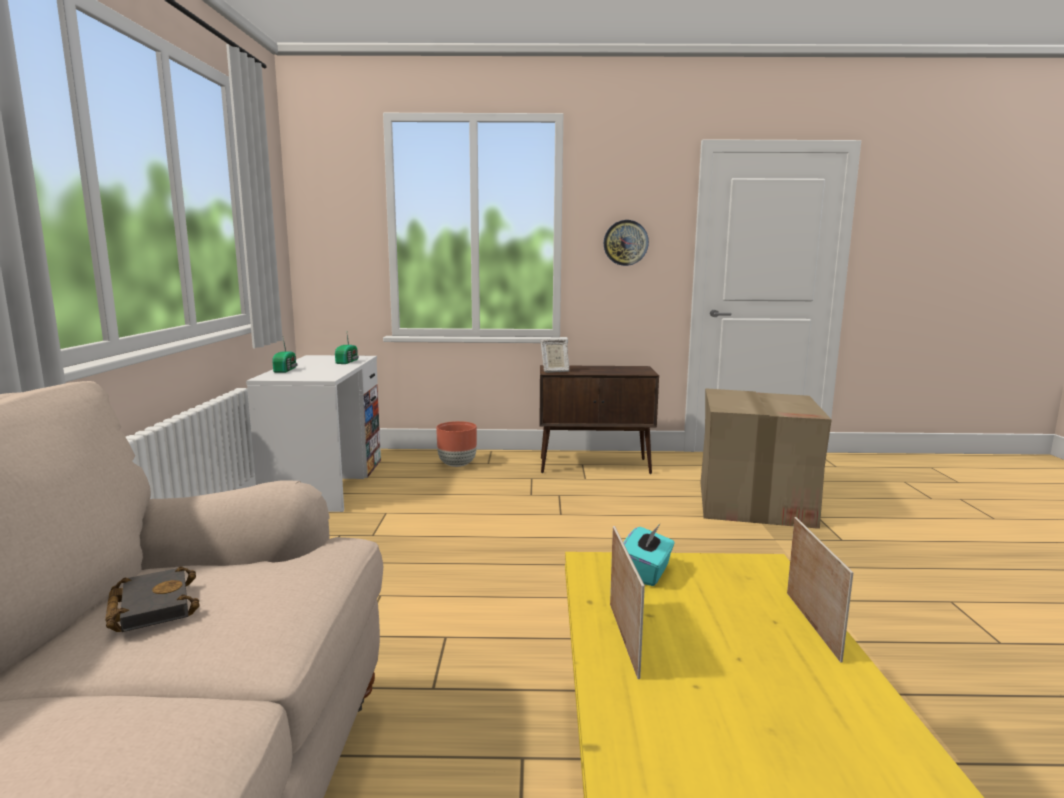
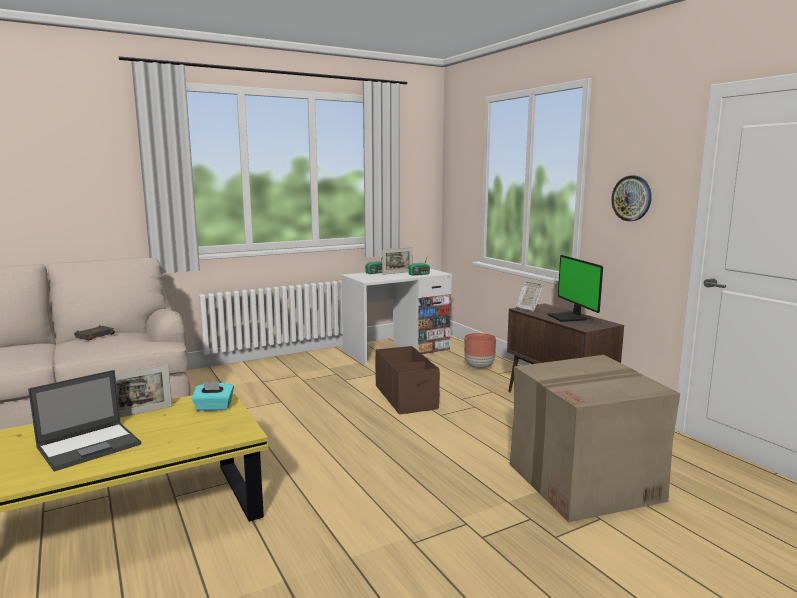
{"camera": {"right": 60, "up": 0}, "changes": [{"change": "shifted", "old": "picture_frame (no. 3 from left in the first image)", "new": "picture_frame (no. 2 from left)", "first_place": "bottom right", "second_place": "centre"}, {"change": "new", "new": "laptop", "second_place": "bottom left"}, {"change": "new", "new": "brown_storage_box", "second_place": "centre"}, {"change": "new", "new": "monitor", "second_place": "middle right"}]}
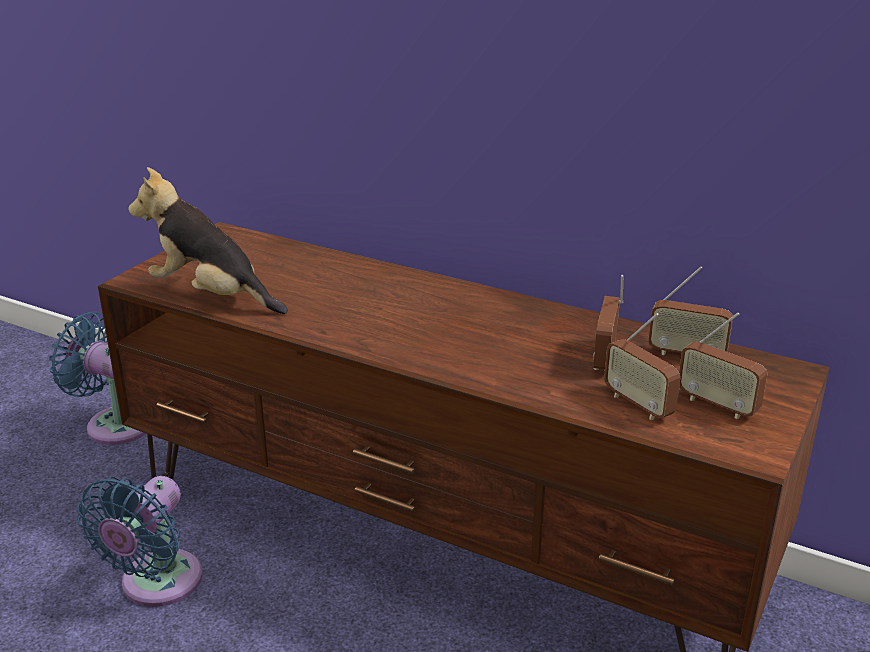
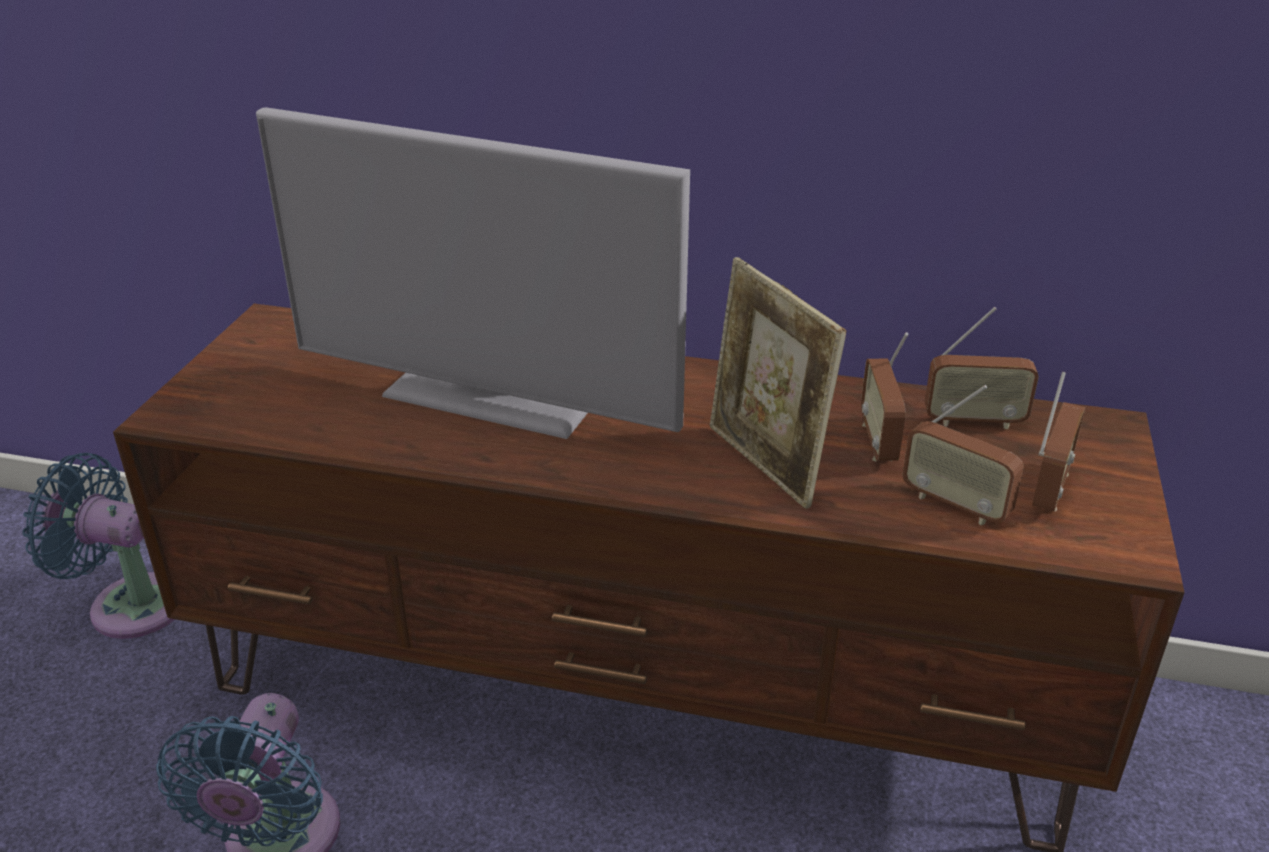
{"camera": {"right": -15, "up": 5}, "changes": [{"change": "gone", "old": "plush_toy", "first_place": "middle left"}, {"change": "rotated", "old": "radio (no. 4 from left)", "first_place": "middle right", "second_place": "middle right", "degrees": -90}, {"change": "new", "new": "television", "second_place": "top centre"}, {"change": "new", "new": "picture_frame", "second_place": "centre"}]}
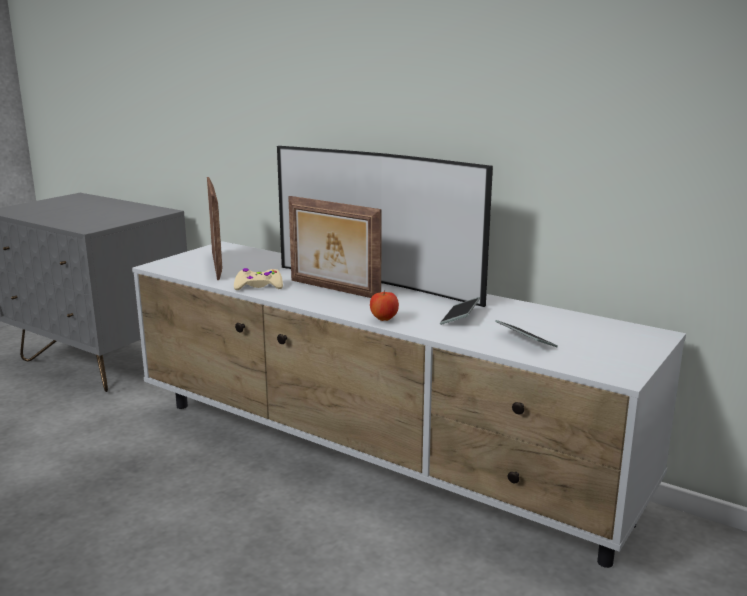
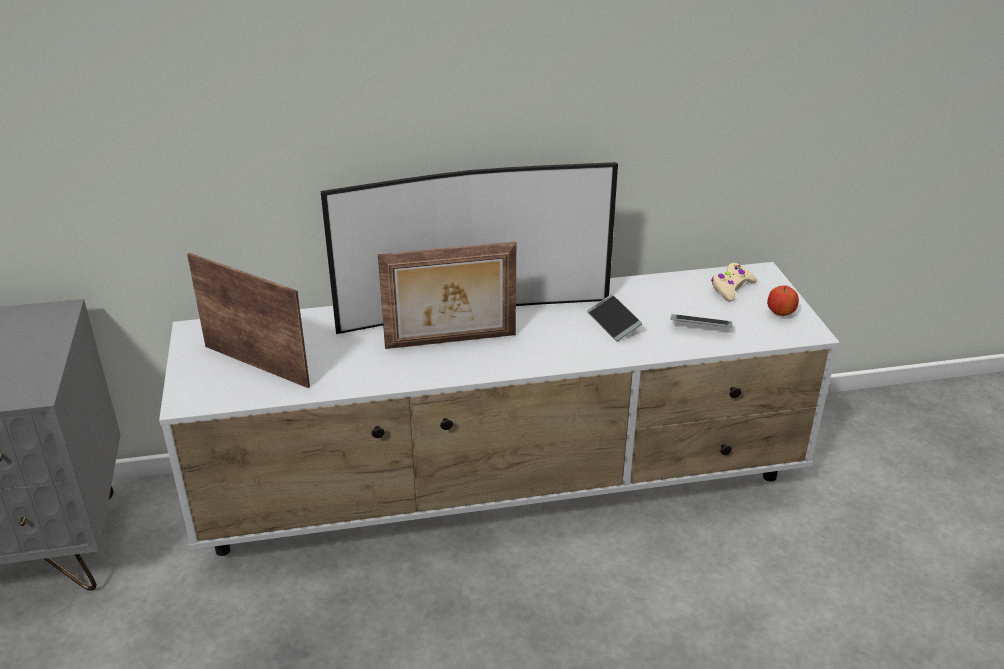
{"camera": {"right": -45, "up": 15}, "changes": [{"change": "shifted", "old": "beige_game_controller", "first_place": "centre", "second_place": "middle right"}, {"change": "shifted", "old": "apple", "first_place": "centre", "second_place": "middle right"}]}
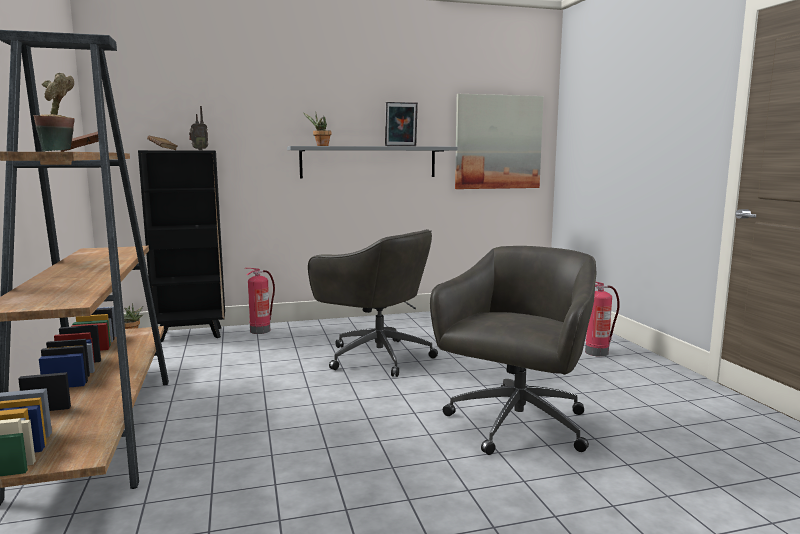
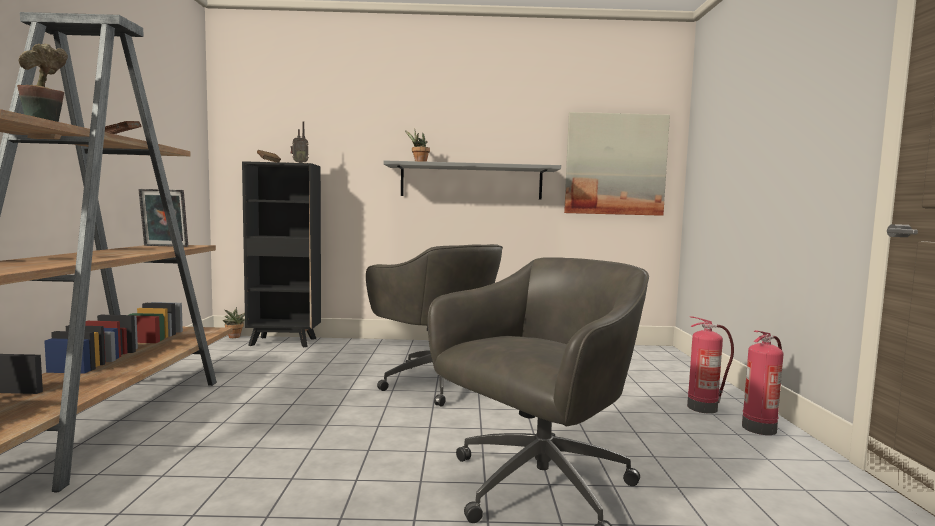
{"camera": {"right": 15, "up": -5}, "changes": [{"change": "shifted", "old": "fire_extinguisher (no. 1 from left in the first image)", "new": "fire_extinguisher (no. 2 from left)", "first_place": "middle left", "second_place": "bottom right"}, {"change": "shifted", "old": "picture_frame", "first_place": "top centre", "second_place": "middle left"}]}
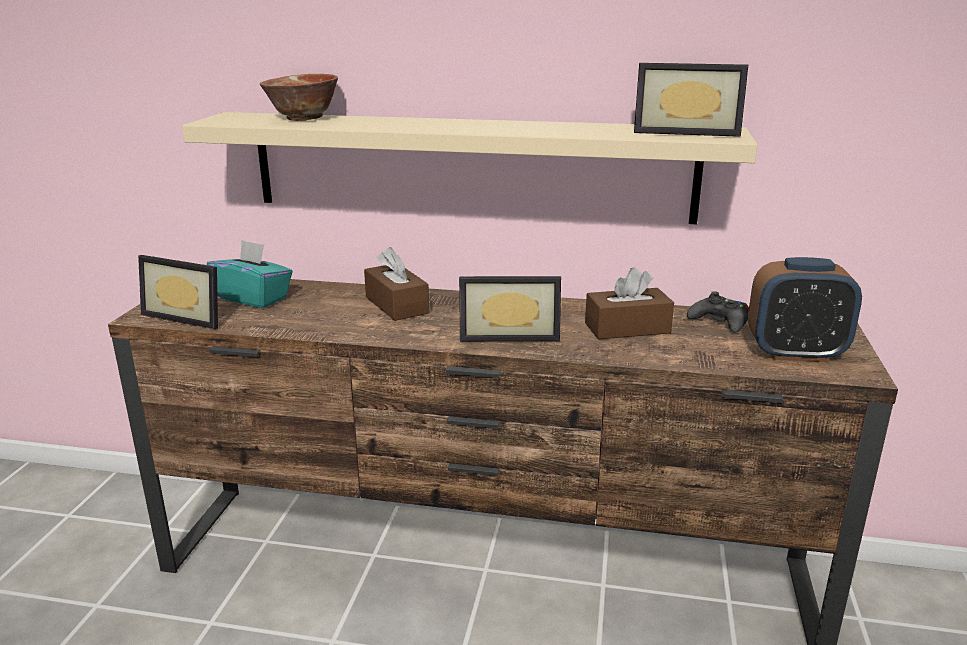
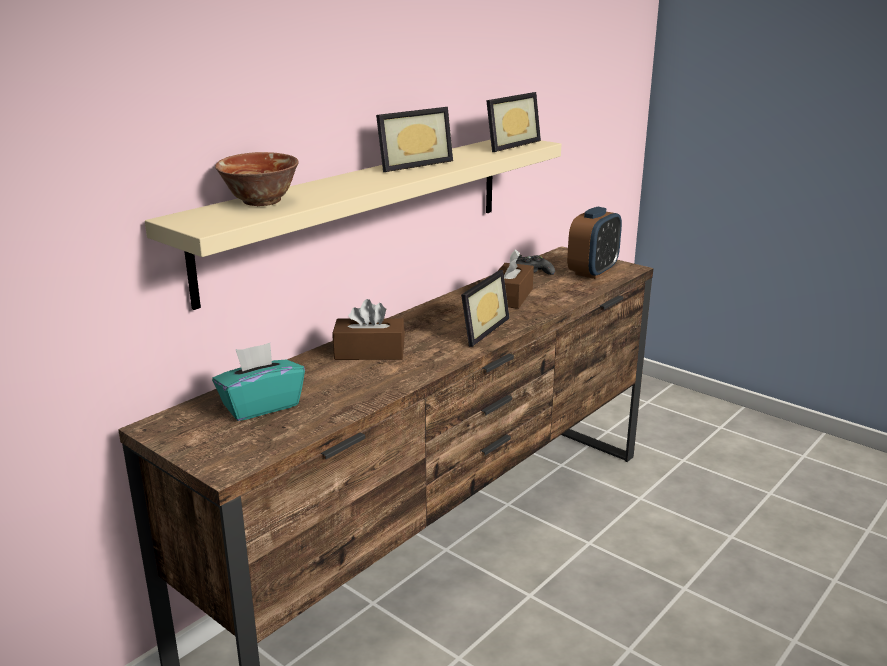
{"camera": {"right": -60, "up": 0}, "changes": [{"change": "shifted", "old": "picture_frame (no. 1 from left)", "first_place": "middle left", "second_place": "top centre"}]}
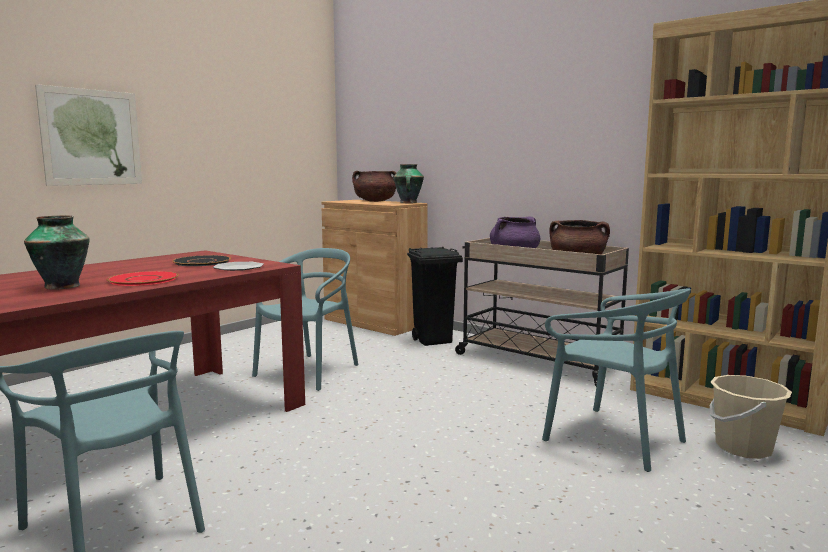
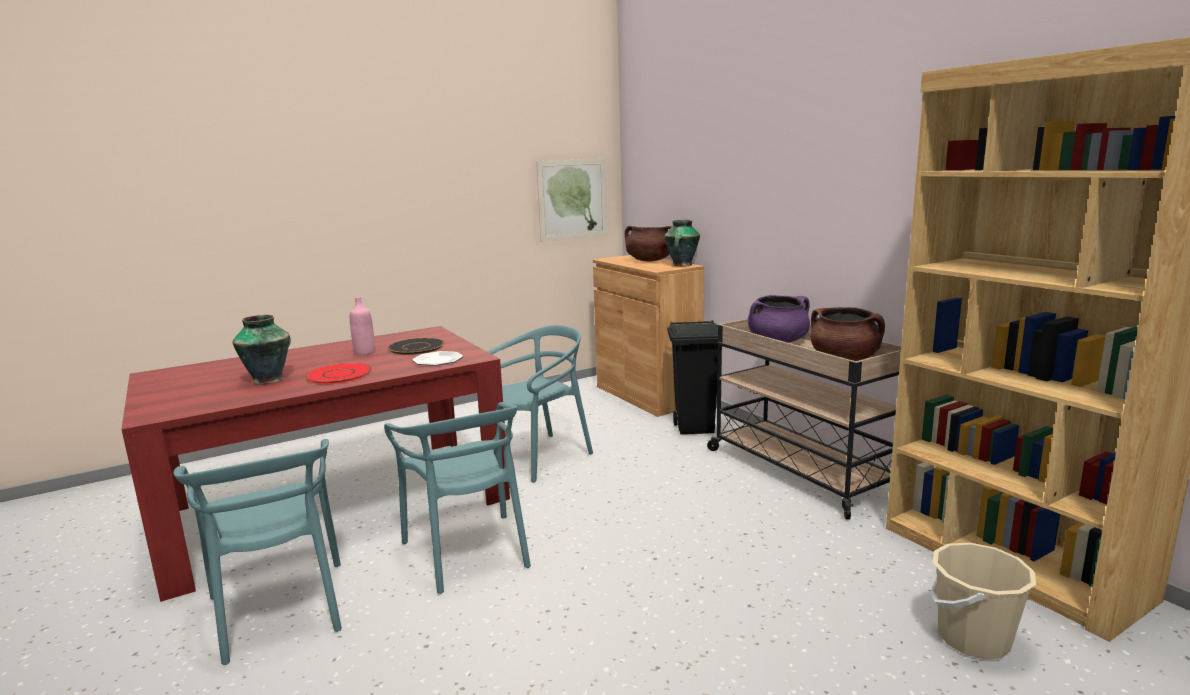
{"camera": {"right": 20, "up": 5}, "changes": [{"change": "shifted", "old": "picture", "first_place": "top left", "second_place": "top centre"}, {"change": "shifted", "old": "turquoise_chair (no. 3 from left in the first image)", "new": "turquoise_chair (no. 2 from left)", "first_place": "bottom right", "second_place": "bottom centre"}, {"change": "new", "new": "pink_bottle", "second_place": "middle left"}]}
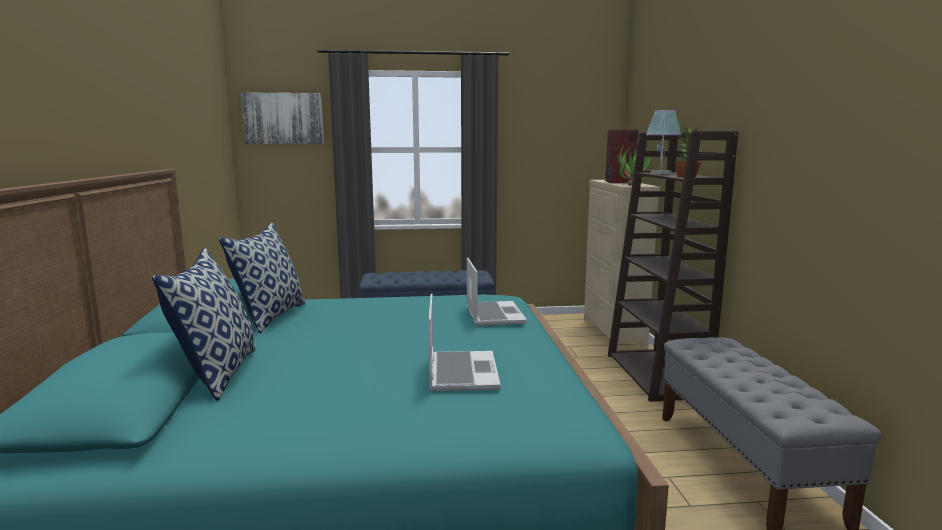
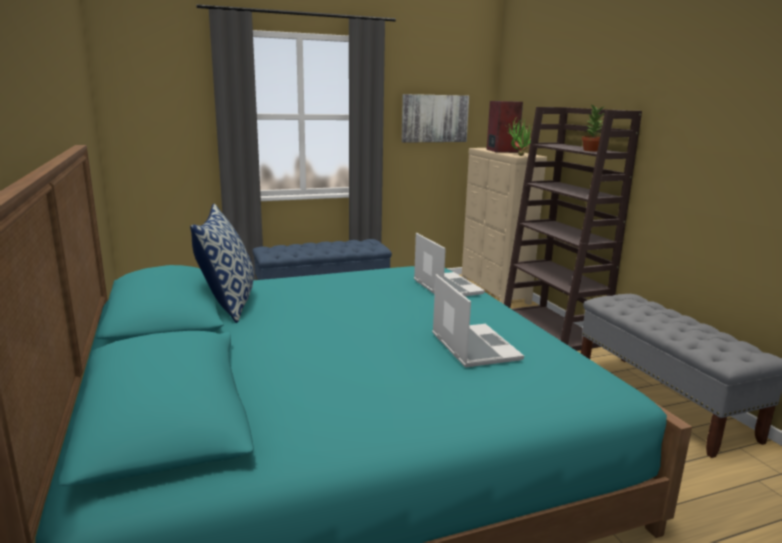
{"camera": {"right": -15, "up": 5}, "changes": [{"change": "gone", "old": "pillow (no. 1 from left)", "first_place": "middle left"}, {"change": "shifted", "old": "picture", "first_place": "top left", "second_place": "top centre"}, {"change": "gone", "old": "table_lamp", "first_place": "top right"}]}
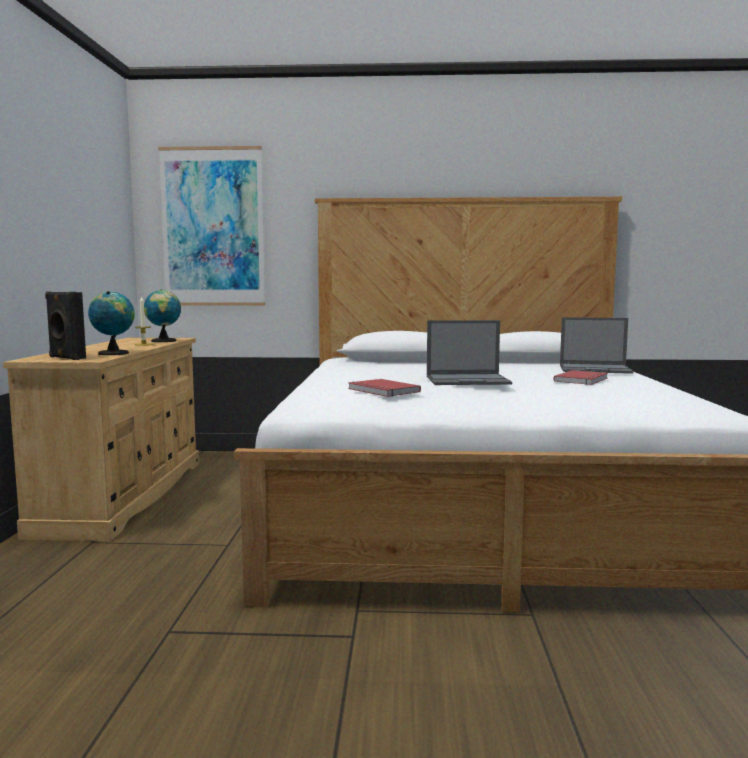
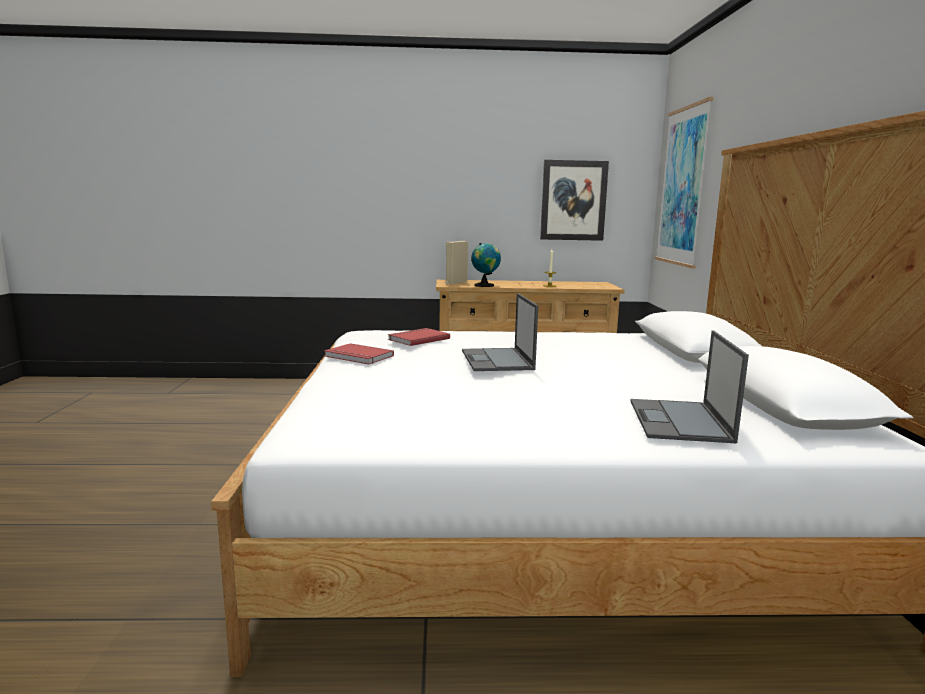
{"camera": {"right": 85, "up": 5}, "changes": [{"change": "repainted", "old": "black_speaker", "new": "beige_speaker", "first_place": "middle left", "second_place": "centre"}, {"change": "gone", "old": "globe (no. 2 from left)", "first_place": "middle left"}, {"change": "shifted", "old": "red_book (no. 2 from left in the first image)", "new": "red_book (no. 1 from left)", "first_place": "middle right", "second_place": "centre"}, {"change": "new", "new": "picture (no. 1 from left)", "second_place": "top centre"}]}
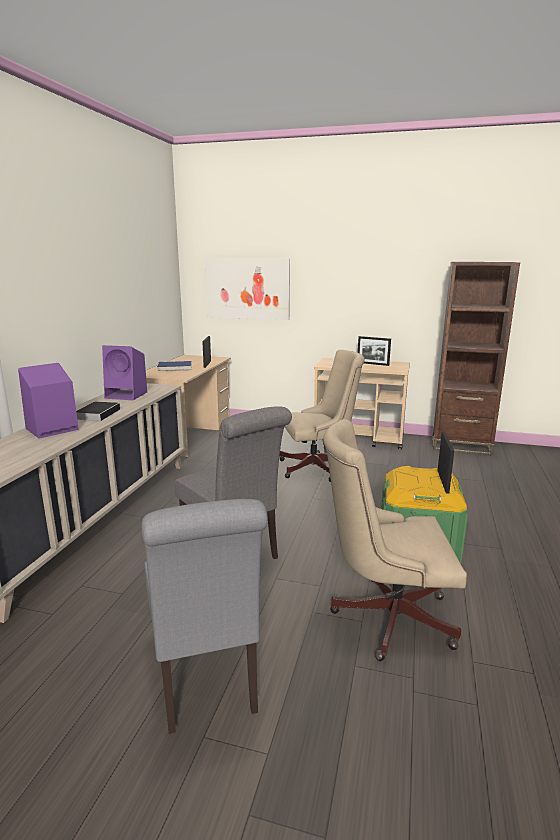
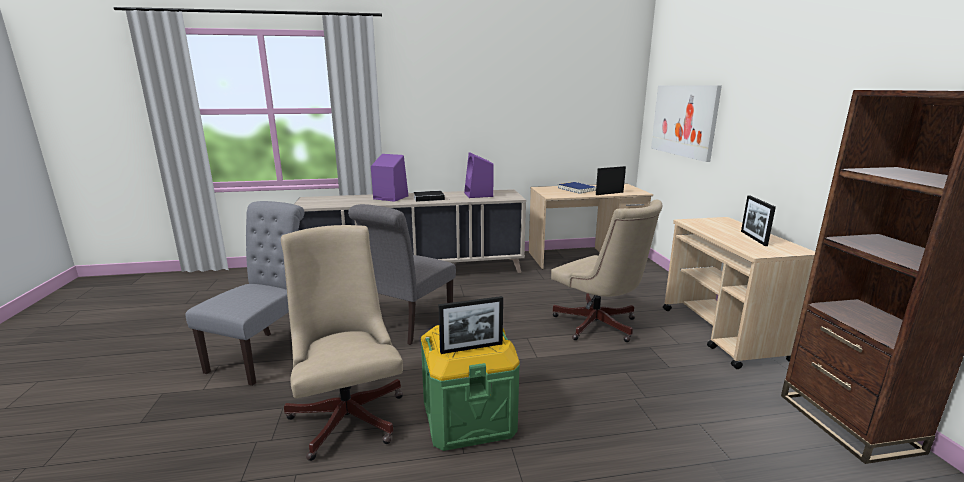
{"camera": {"right": 65, "up": 0}, "changes": [{"change": "rotated", "old": "grey_chair (no. 1 from left)", "first_place": "bottom centre", "second_place": "middle left", "degrees": 150}]}
